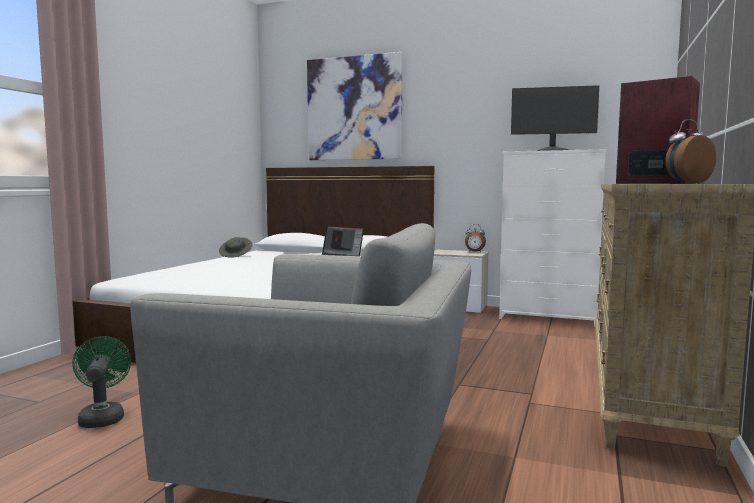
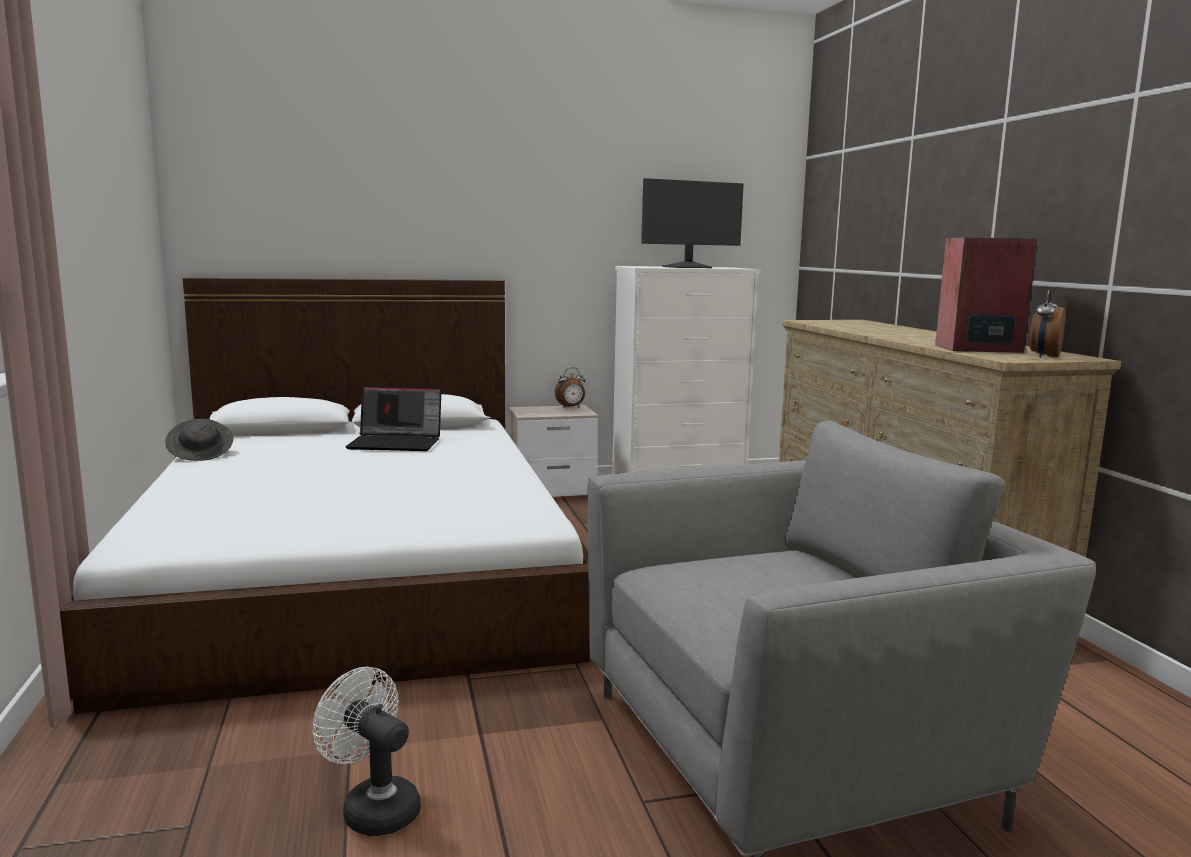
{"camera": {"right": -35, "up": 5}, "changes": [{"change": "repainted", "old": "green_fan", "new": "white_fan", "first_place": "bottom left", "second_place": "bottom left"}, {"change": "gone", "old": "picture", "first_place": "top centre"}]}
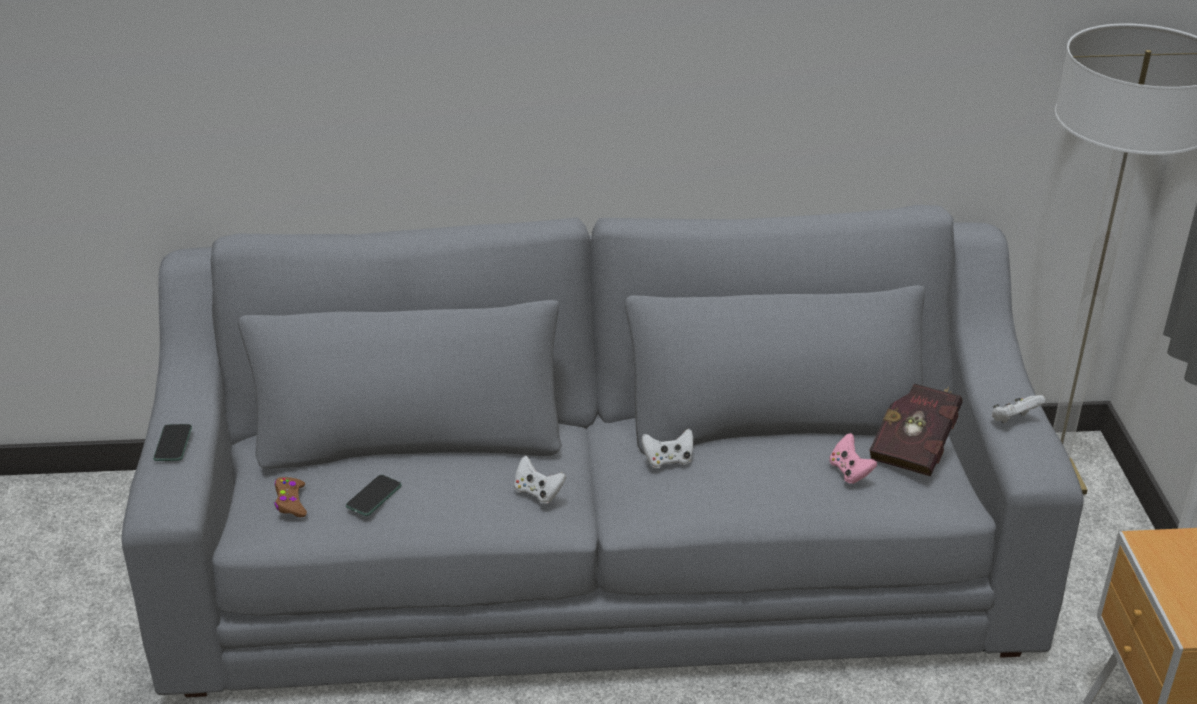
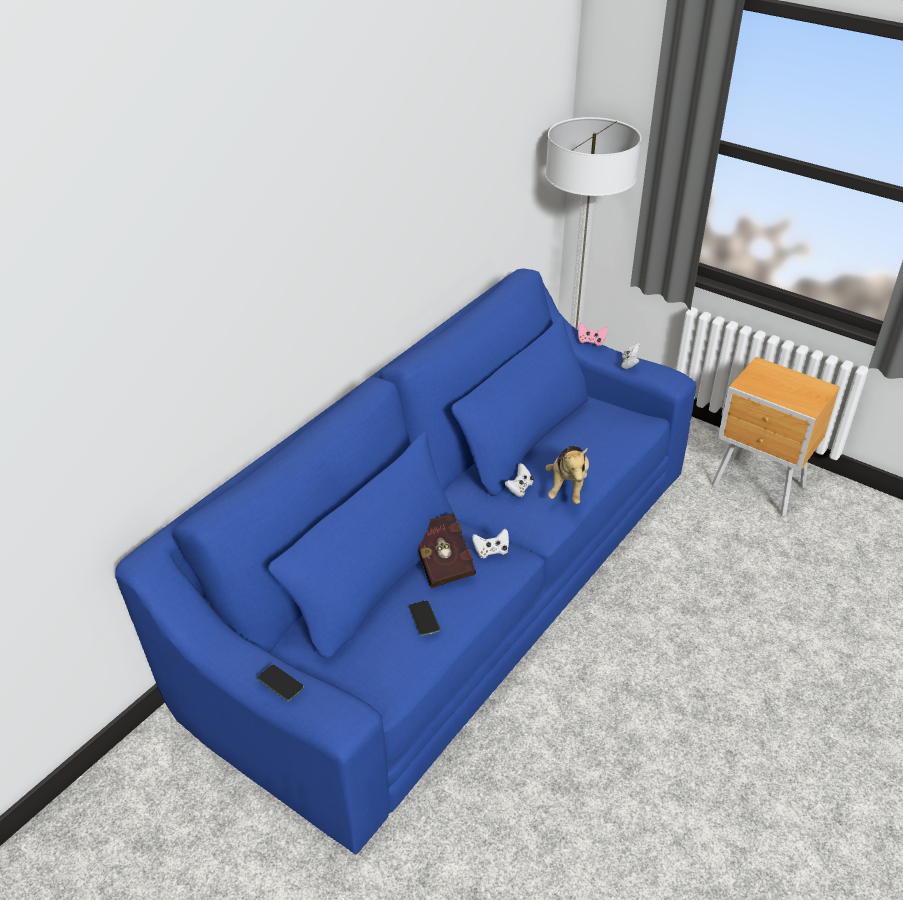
{"camera": {"right": -50, "up": 5}, "changes": [{"change": "repainted", "old": "grey_sofa", "new": "blue_sofa", "first_place": "centre", "second_place": "centre"}, {"change": "gone", "old": "brown_game_controller", "first_place": "bottom left"}, {"change": "shifted", "old": "pink_game_controller", "first_place": "middle right", "second_place": "centre"}, {"change": "shifted", "old": "red_book", "first_place": "middle right", "second_place": "centre"}, {"change": "new", "new": "plush_toy", "second_place": "centre"}]}
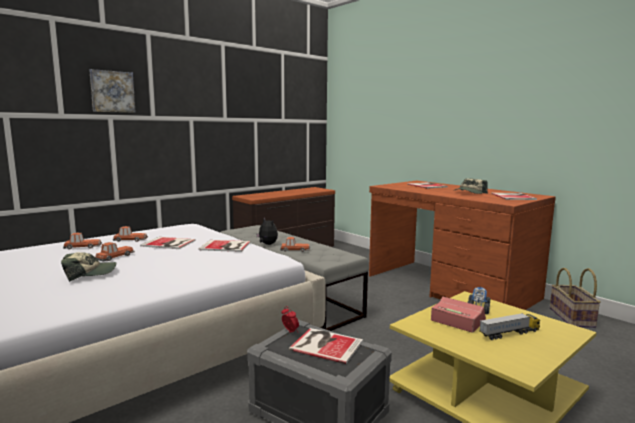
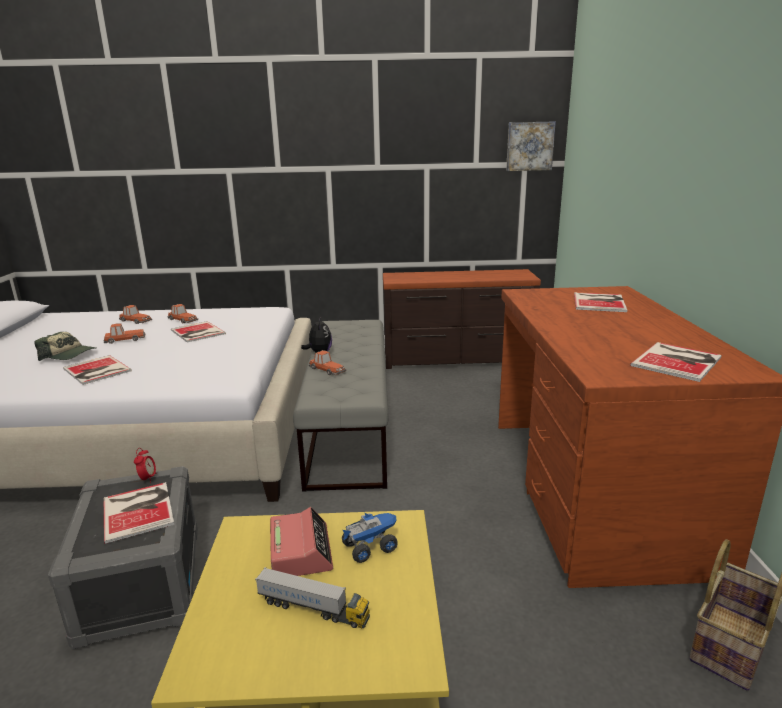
{"camera": {"right": 40, "up": 10}, "changes": [{"change": "shifted", "old": "picture", "first_place": "top left", "second_place": "top right"}, {"change": "shifted", "old": "book (no. 2 from left in the first image)", "new": "book (no. 1 from left)", "first_place": "centre", "second_place": "middle left"}, {"change": "gone", "old": "cap (no. 2 from left)", "first_place": "middle right"}]}
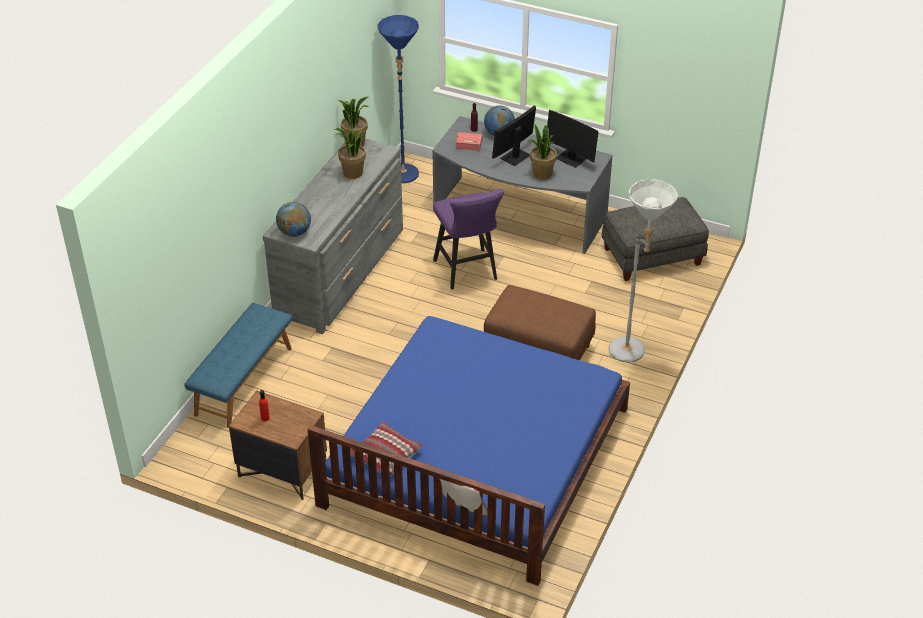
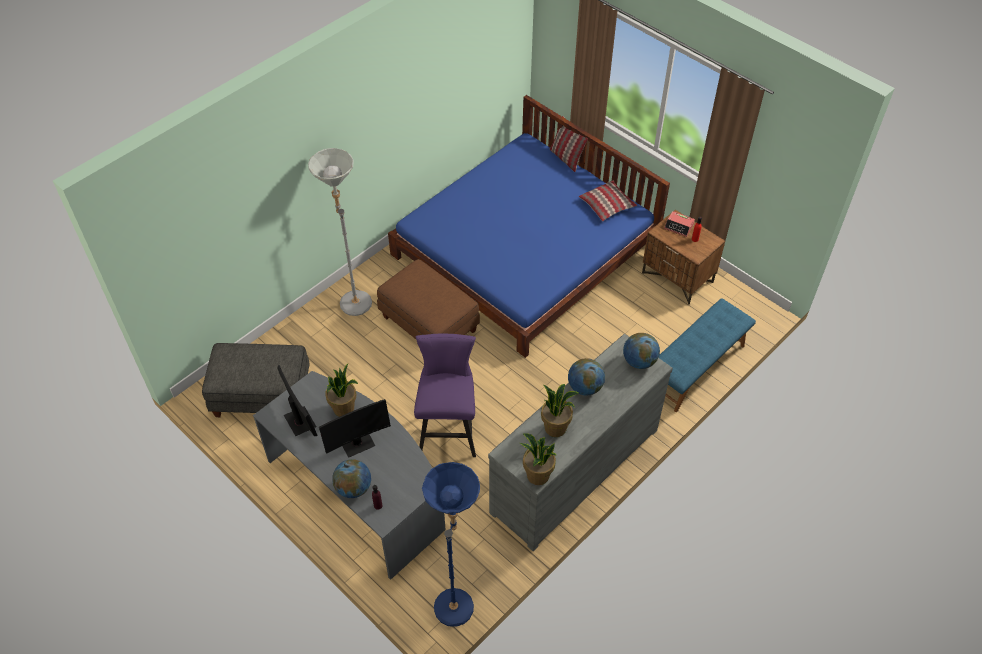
{"camera": {"right": -160, "up": 10}, "changes": [{"change": "shifted", "old": "alarm_clock", "first_place": "top centre", "second_place": "middle right"}, {"change": "new", "new": "globe (no. 2 from left)", "second_place": "centre"}]}
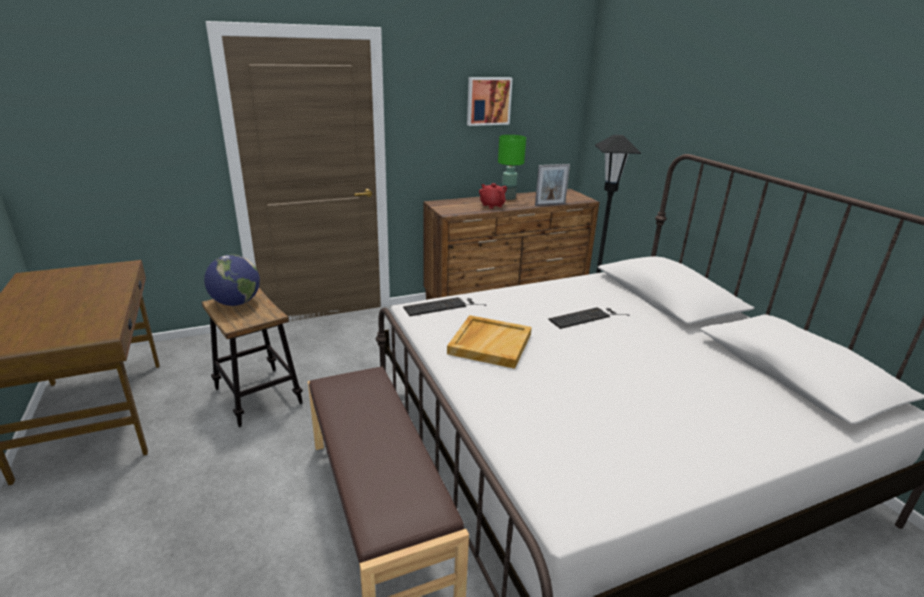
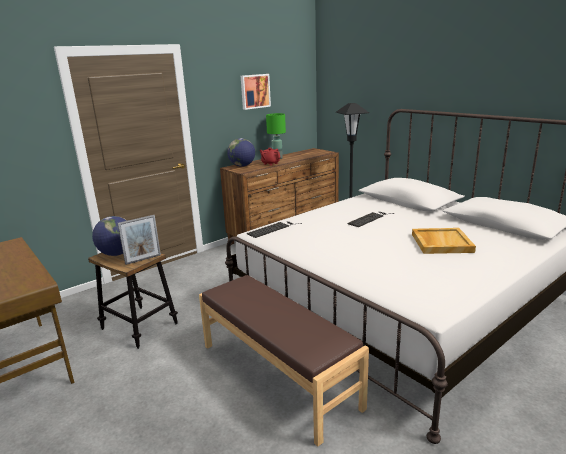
{"camera": {"right": -15, "up": -5}, "changes": [{"change": "shifted", "old": "beige_tray", "first_place": "centre", "second_place": "middle right"}, {"change": "shifted", "old": "picture_frame", "first_place": "top centre", "second_place": "middle left"}, {"change": "new", "new": "globe (no. 2 from left)", "second_place": "centre"}]}
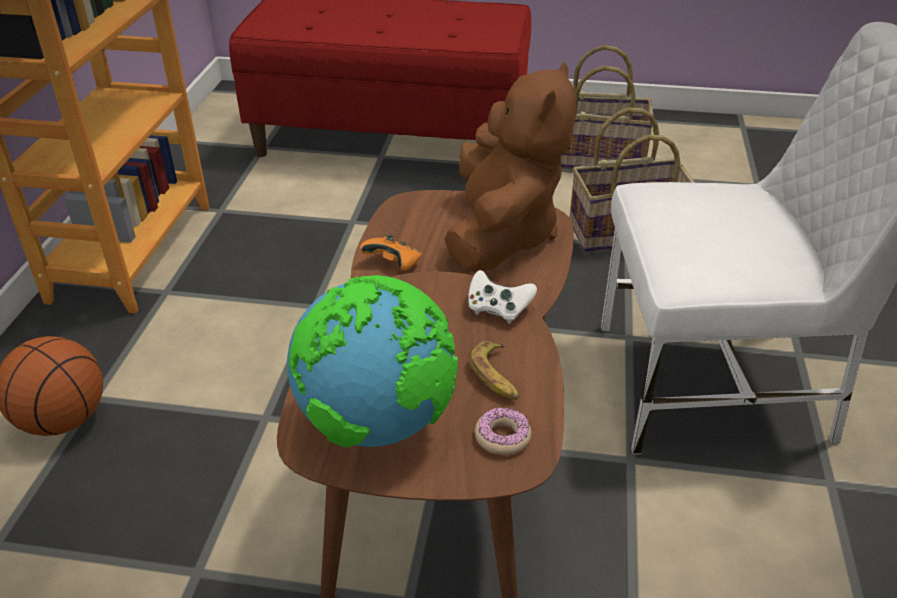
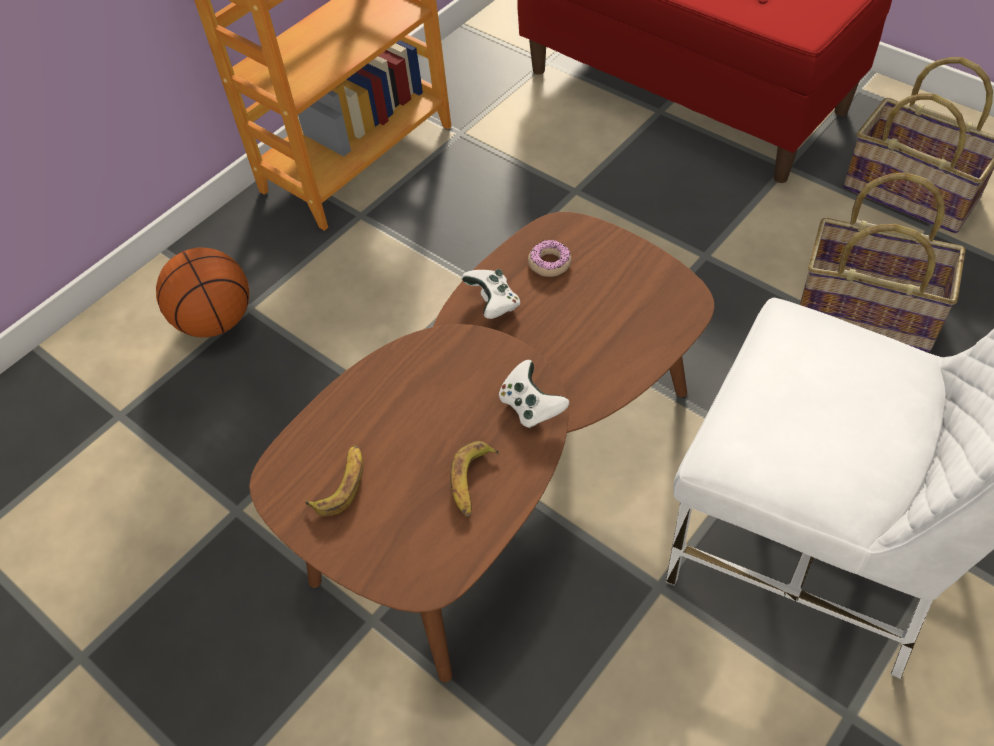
{"camera": {"right": 35, "up": 15}, "changes": [{"change": "swapped", "old": "globe", "new": "banana (no. 1 from left)", "first_place": "centre", "second_place": "centre"}, {"change": "repainted", "old": "orange_game_controller", "new": "white_game_controller (no. 1 from left)", "first_place": "centre", "second_place": "centre"}, {"change": "gone", "old": "brown_plush_toy", "first_place": "top centre"}, {"change": "shifted", "old": "donut", "first_place": "bottom centre", "second_place": "centre"}]}
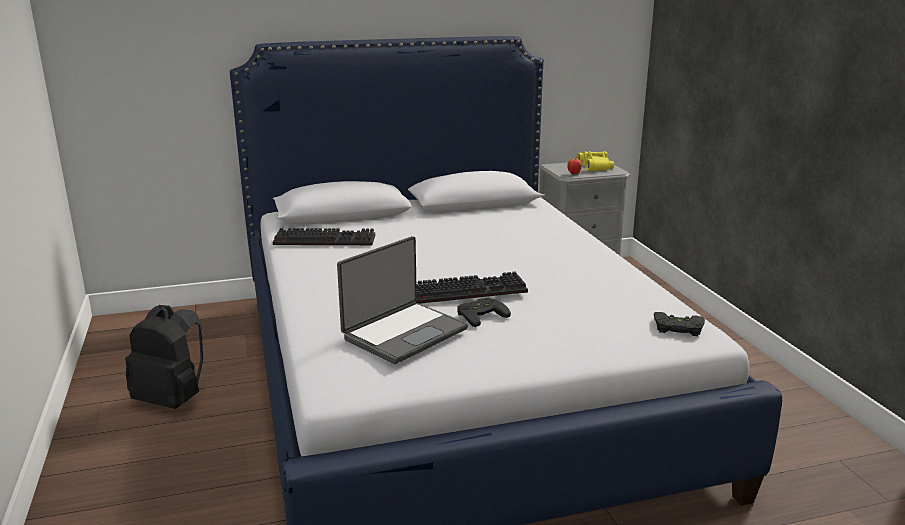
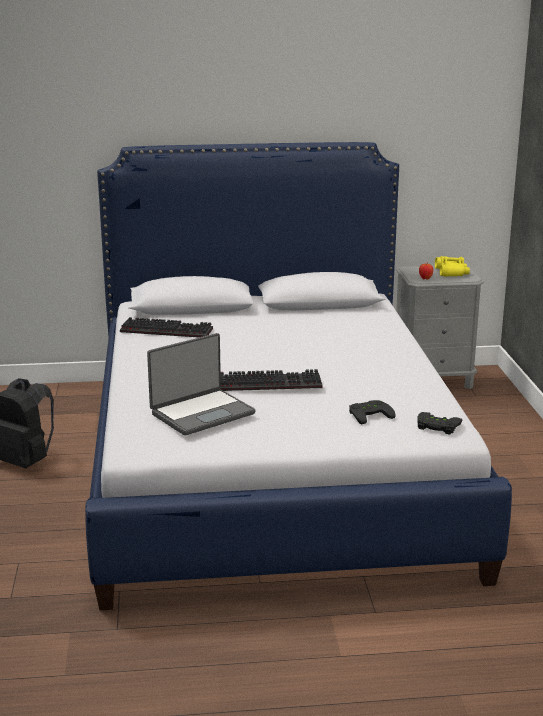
{"camera": {"right": 10, "up": 0}, "changes": [{"change": "shifted", "old": "black_game_controller (no. 1 from left)", "first_place": "centre", "second_place": "middle right"}]}
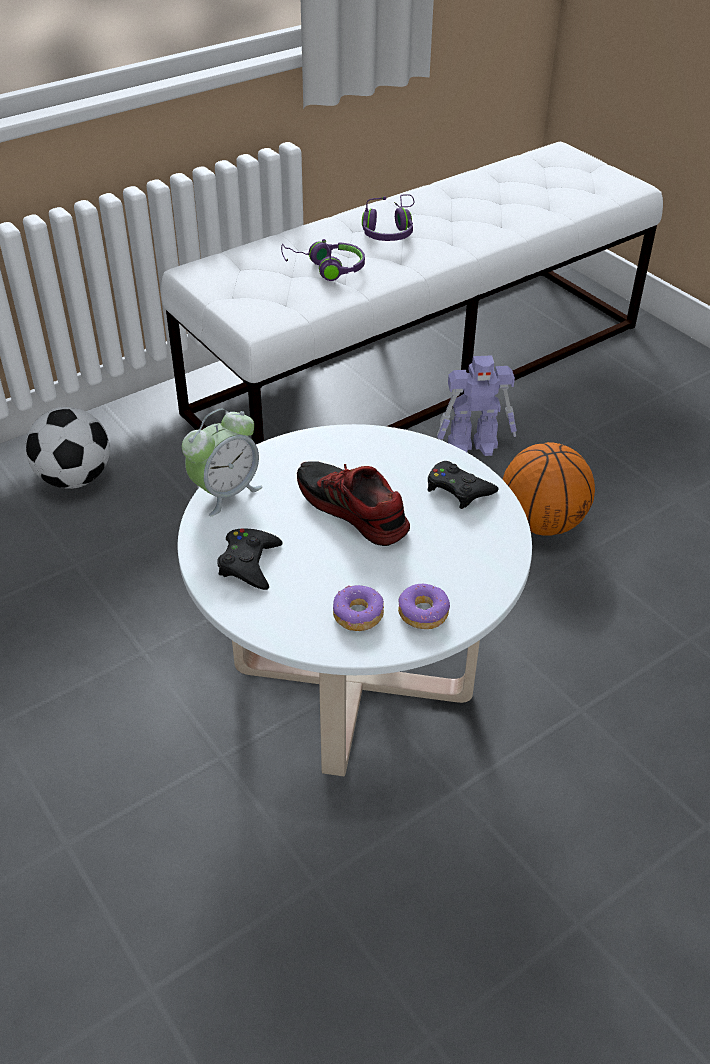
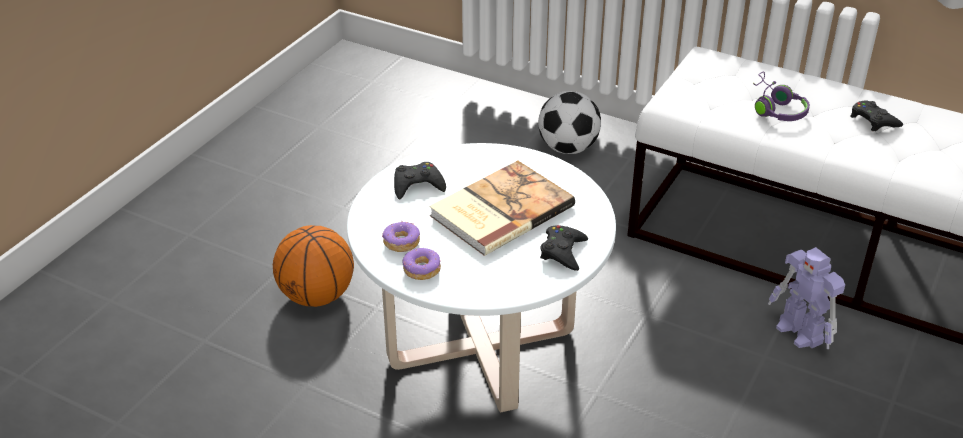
{"camera": {"right": 65, "up": -5}, "changes": [{"change": "gone", "old": "alarm_clock", "first_place": "middle left"}, {"change": "swapped", "old": "shoe", "new": "book", "first_place": "centre", "second_place": "centre"}, {"change": "swapped", "old": "purple_headphones (no. 2 from left)", "new": "black_game_controller (no. 3 from left)", "first_place": "top centre", "second_place": "top right"}, {"change": "shifted", "old": "basketball", "first_place": "middle right", "second_place": "middle left"}]}
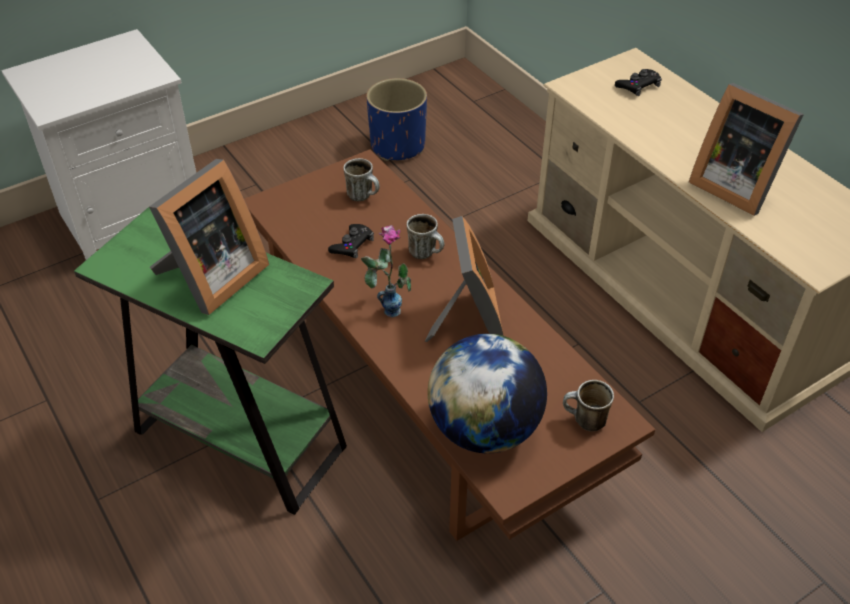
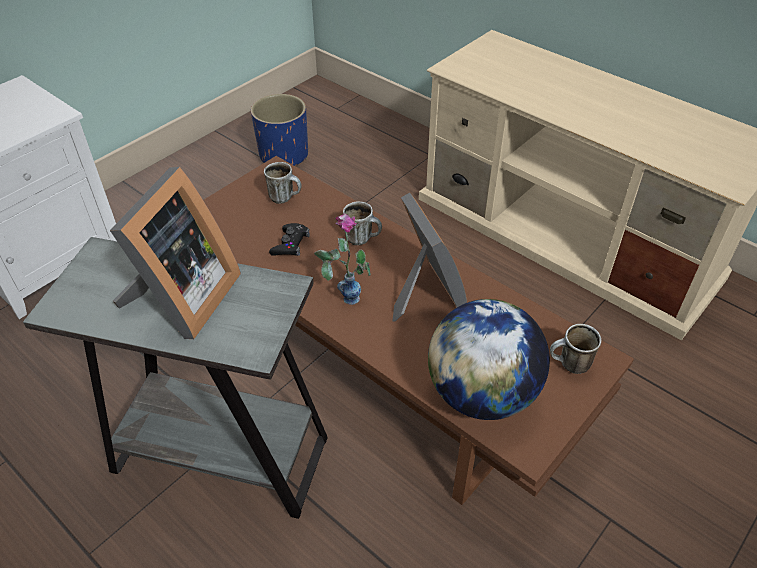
{"camera": {"right": -15, "up": 0}, "changes": [{"change": "repainted", "old": "green_side_table", "new": "grey_side_table", "first_place": "middle left", "second_place": "middle left"}, {"change": "gone", "old": "black_game_controller (no. 2 from left)", "first_place": "top right"}, {"change": "gone", "old": "picture_frame (no. 3 from left)", "first_place": "top right"}]}
